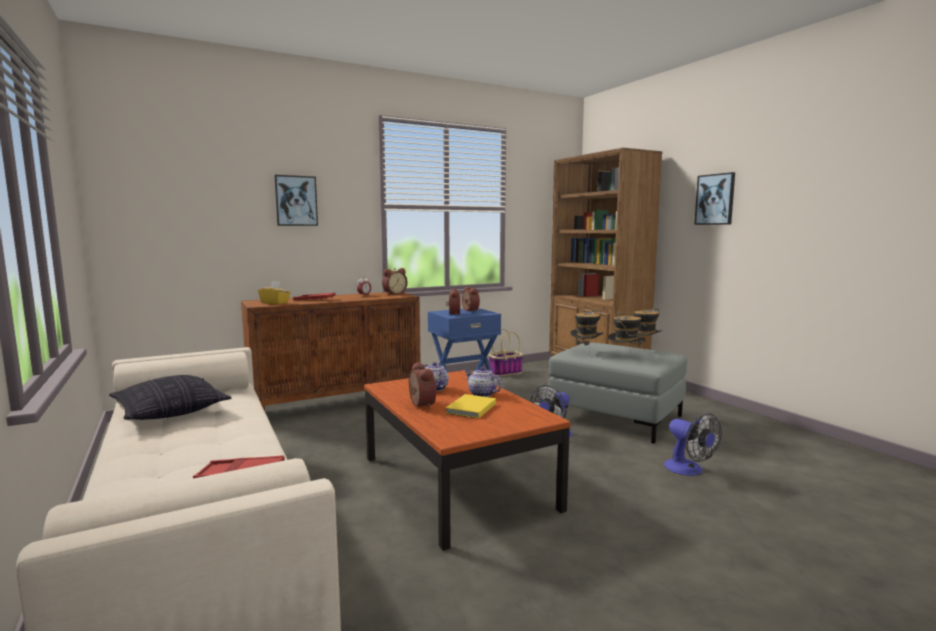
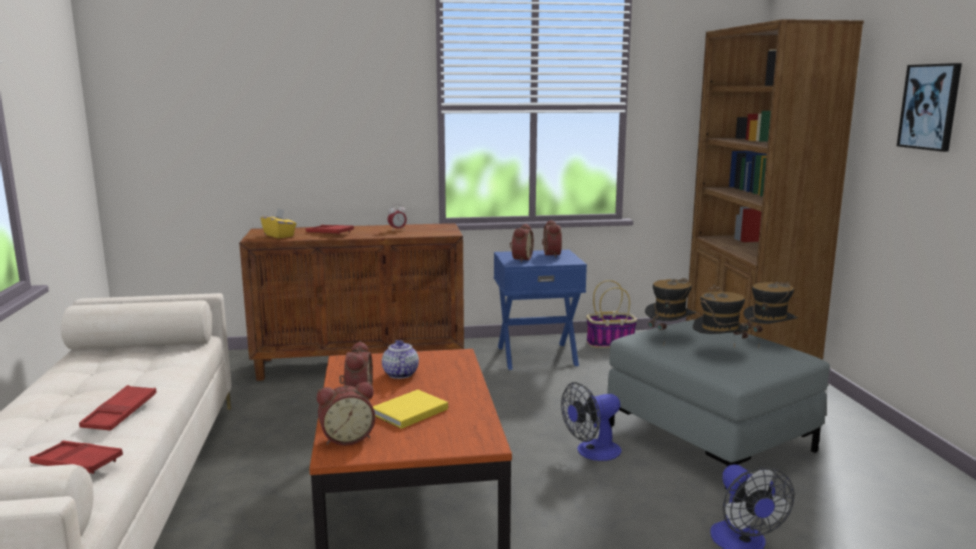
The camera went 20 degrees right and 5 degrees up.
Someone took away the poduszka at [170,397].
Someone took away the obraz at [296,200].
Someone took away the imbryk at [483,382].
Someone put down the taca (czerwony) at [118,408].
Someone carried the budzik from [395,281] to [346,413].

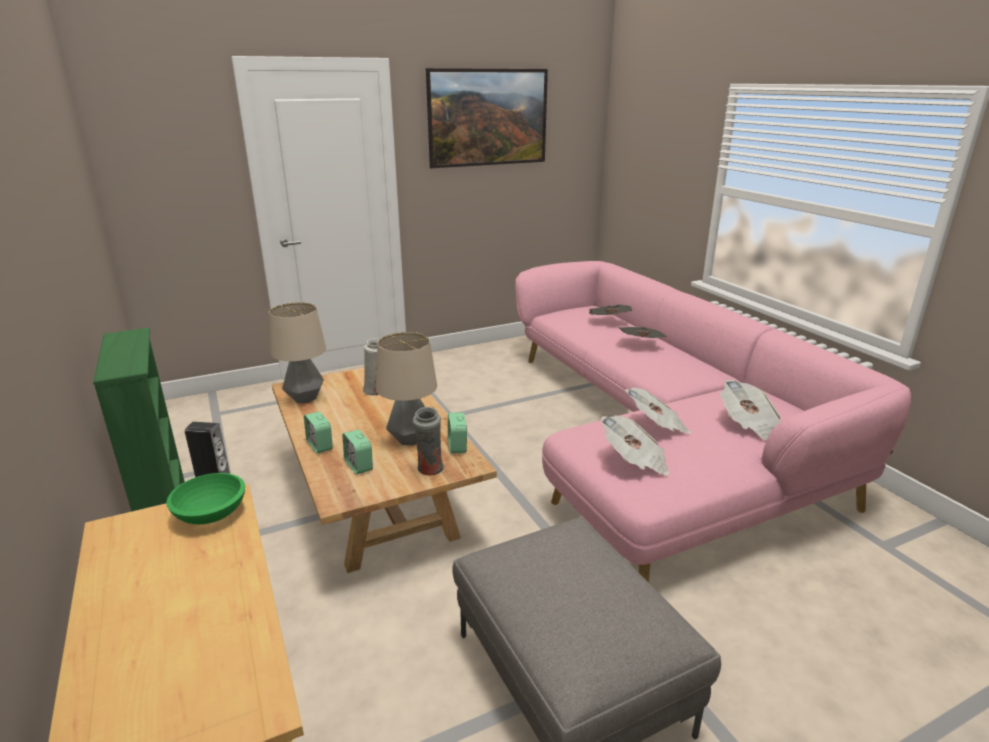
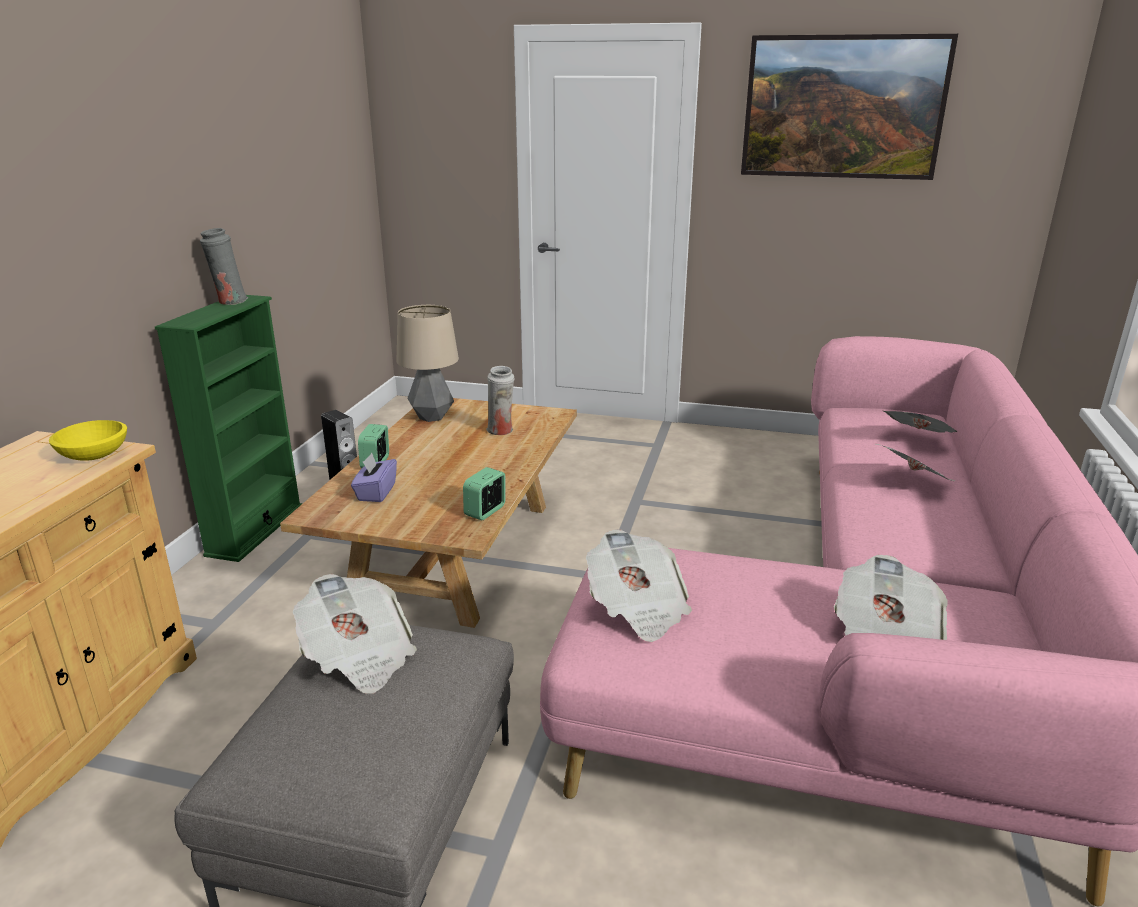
The camera went 40 degrees right and 0 degrees up.
Someone took away the lampa stołowa at [406,389].
Someone carried the wazon (szary) from [429,441] to [224,266].
Someone carried the gazeta from [658,411] to [355,634].
Someone swapped the budzik at [357,451] for the pudełko chusteczek (fioletowy) at [374,477].
Someone repainted the miska (zielony) at [205,498], which became the miska (żółty) at [88,440].

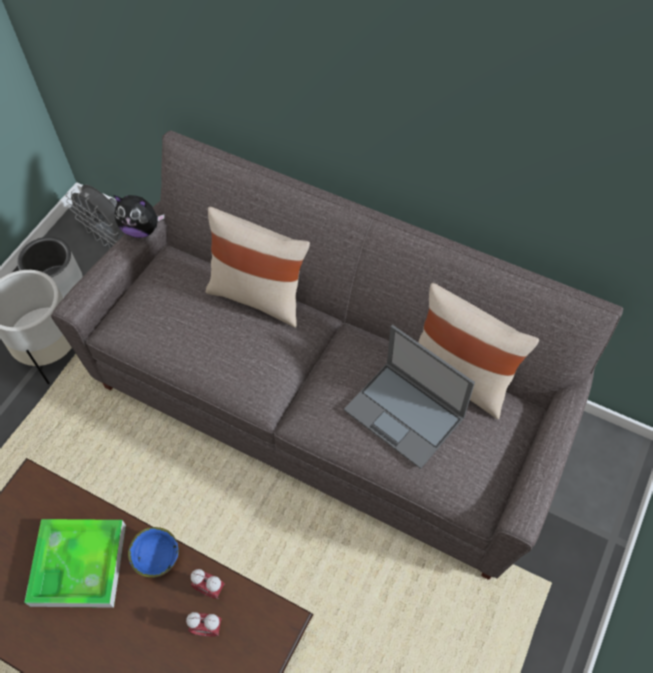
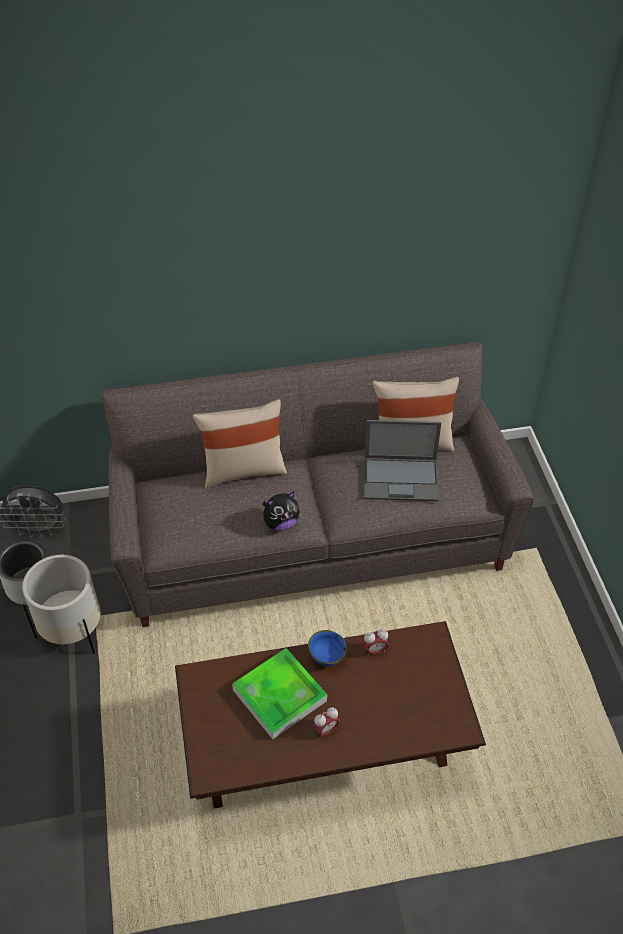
The camera went 40 degrees left and 10 degrees down.
Someone carried the pluszak from [139,216] to [281,511].
Someone carried the budzik from [204,624] to [326,722].

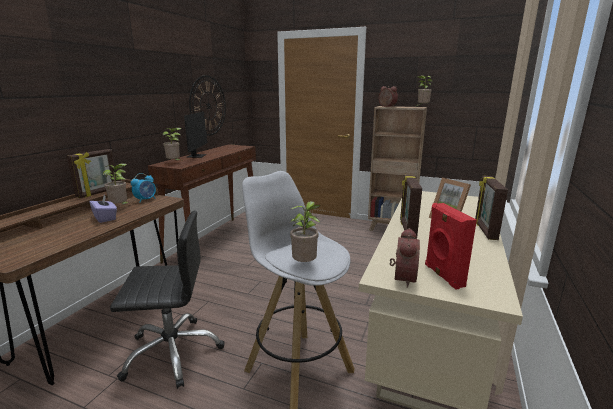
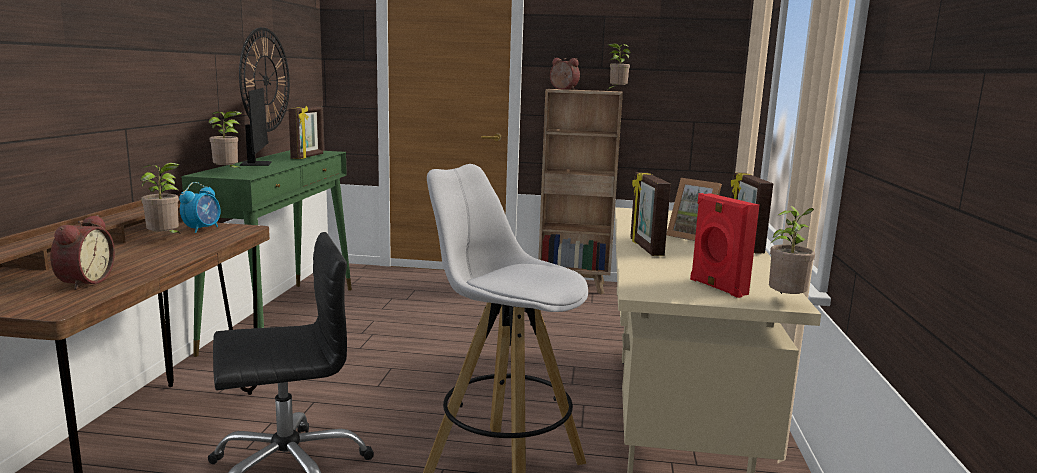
The camera went 15 degrees left and 5 degrees down.
Someone took away the pudełko chusteczek (fioletowy) at [103,209].
Someone carried the ramka na zdjęcie from [91,173] to [305,132].
Someone carried the roślina doniczkowa from [304,231] to [792,250].
Someone carried the budzik from [405,258] to [82,252].
Someone repainted the stolik konsolowy (brązowy) at [202,204], which became the stolik konsolowy (zielony) at [266,253].

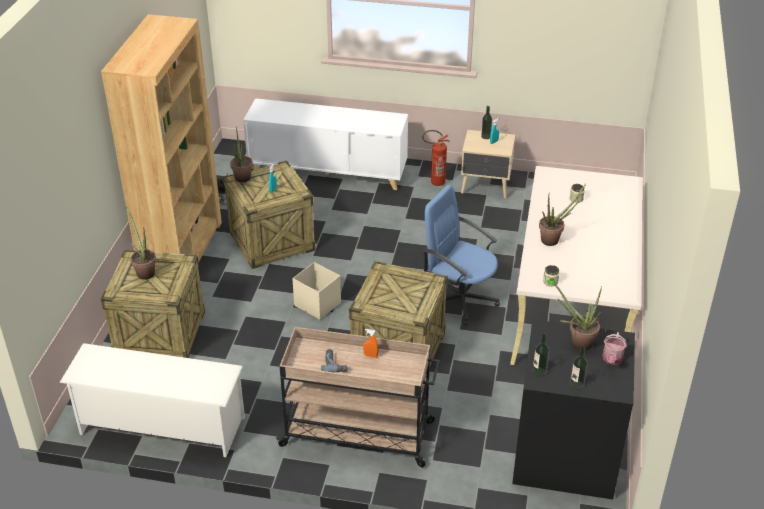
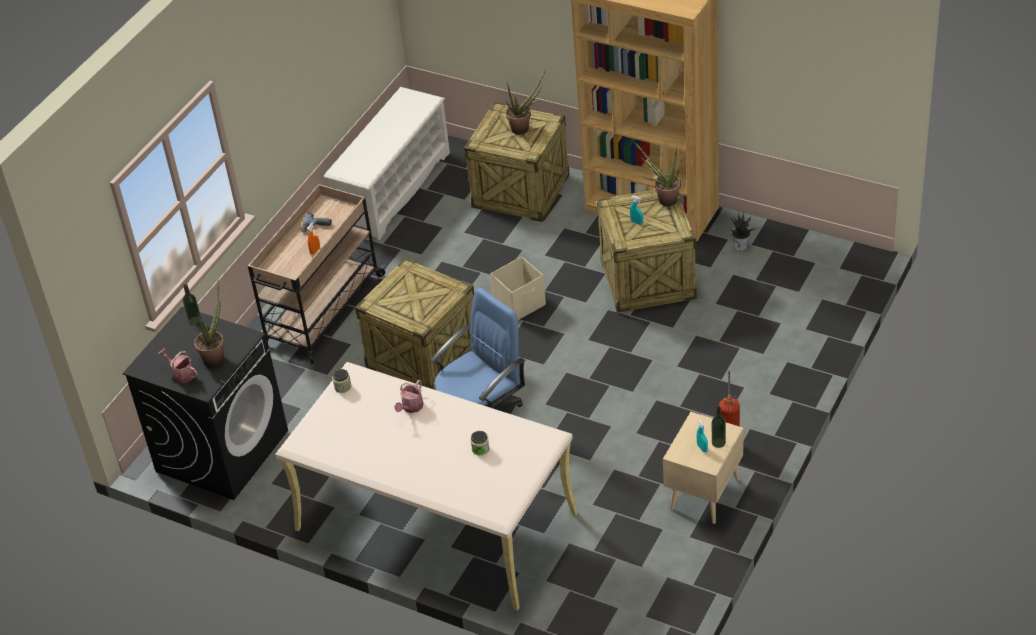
The camera went 110 degrees right and 5 degrees up.
Someone took away the szafka (biały) at [325,144].
Someone took away the butelka at [579,368].
Someone swapped the roślina doniczkowa at [562,214] for the konewka at [409,396].

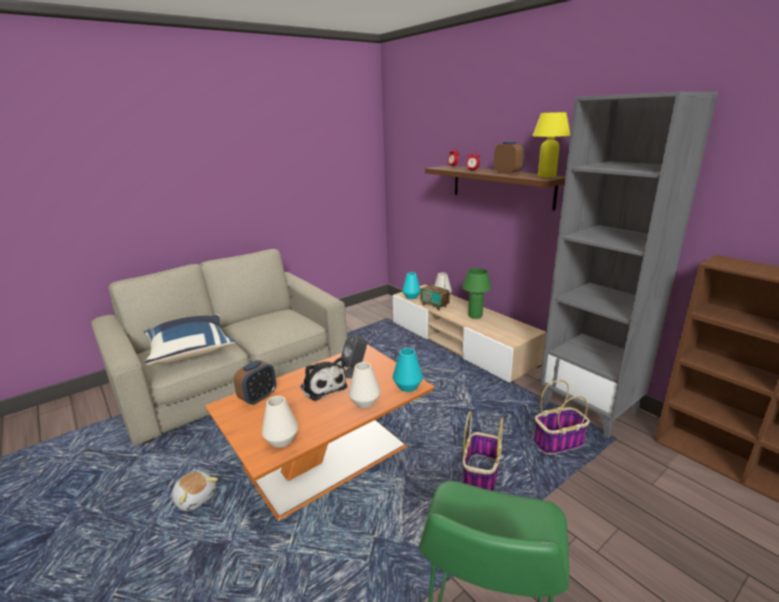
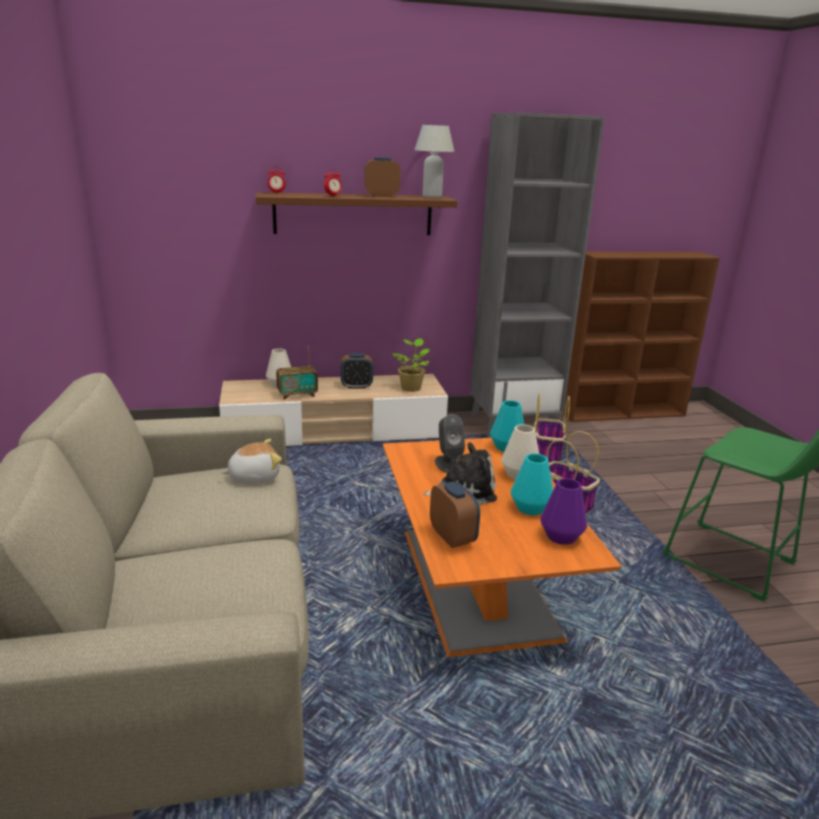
The camera went 65 degrees left and 0 degrees up.
Someone took away the poduszka (niebieski) at [189,340].
Someone put down the roślina doniczkowa at [411,365].
Someone carried the pluszak from [195,491] to [251,461].
Someone carried the wazon (turkusowy) from [411,285] to [532,484].
Someone swapped the lampa stołowa (zielony) at [477,293] for the budzik at [357,371].
Someone repainted the wazon (biały) at [280,422], which became the wazon (fioletowy) at [563,511].
Someone repainted the lampa stołowa (żółty) at [551,145], which became the lampa stołowa (biały) at [434,161].

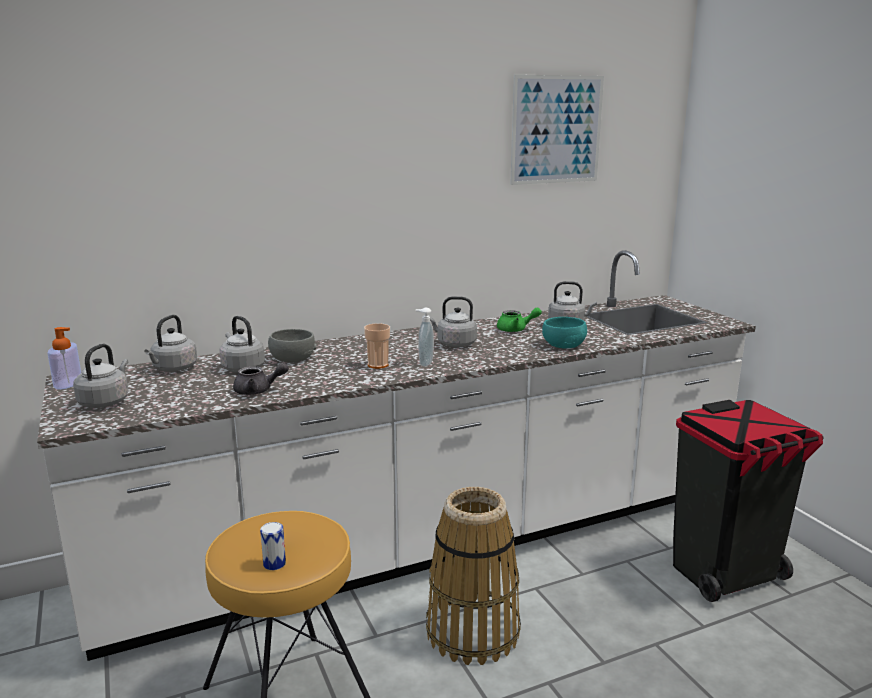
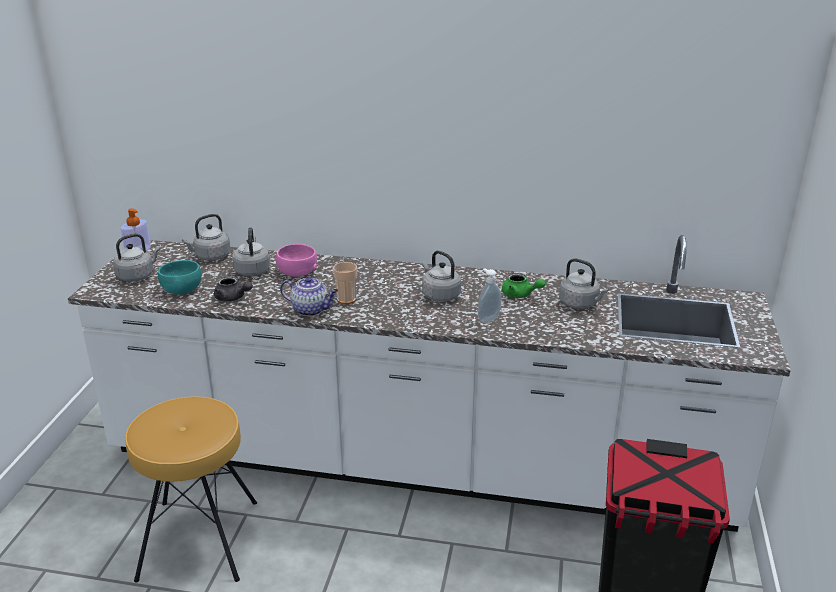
The camera went 35 degrees right and 10 degrees up.
Someone took away the puszka at [273,546].
Someone took away the koszyk at [473,576].
Someone took away the obraz at [557,130].
Someone put down the imbryk at [309,296].
Someone carried the dozownik mydła from [425,337] to [489,295].
Someone carried the miska (turkusowy) from [564,333] to [180,277].
Someone repainted the miska (szary) at [292,346], which became the miska (różowy) at [296,260].

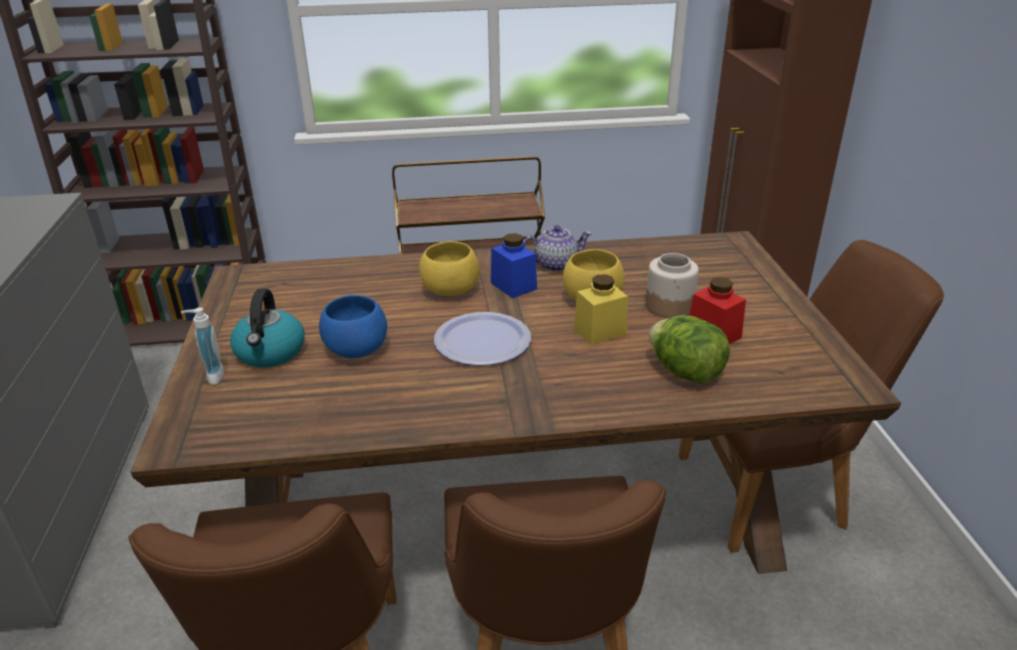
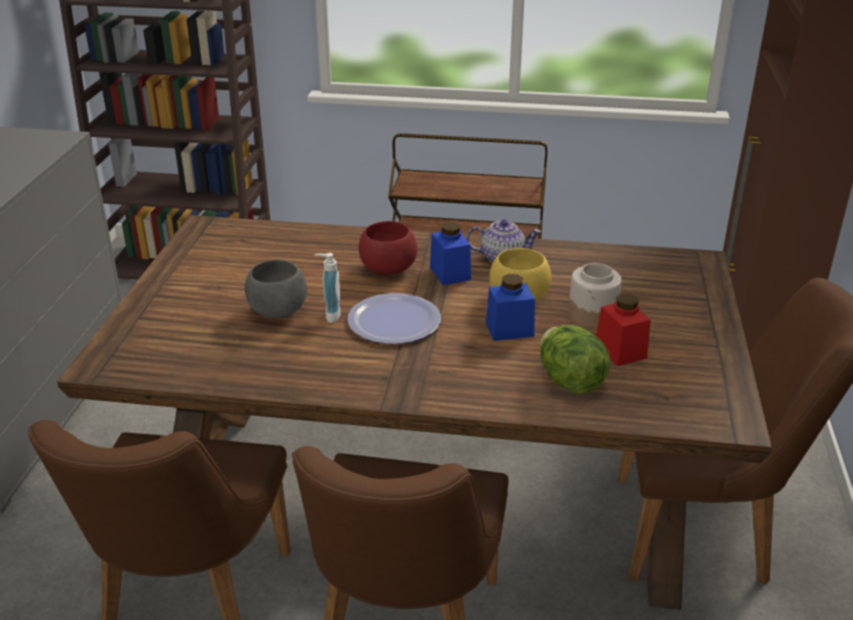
The camera went 15 degrees right and 0 degrees up.
Someone took away the czajnik at [267,328].
Someone carried the dozownik mydła from [202,346] to [327,288].
Someone repainted the miska (niebieski) at [353,326], which became the miska (szary) at [276,288].
Someone repainted the miska (żółty) at [449,268], which became the miska (czerwony) at [388,248].
Someone repainted the słoik (żółty) at [601,309], which became the słoik (niebieski) at [510,307].

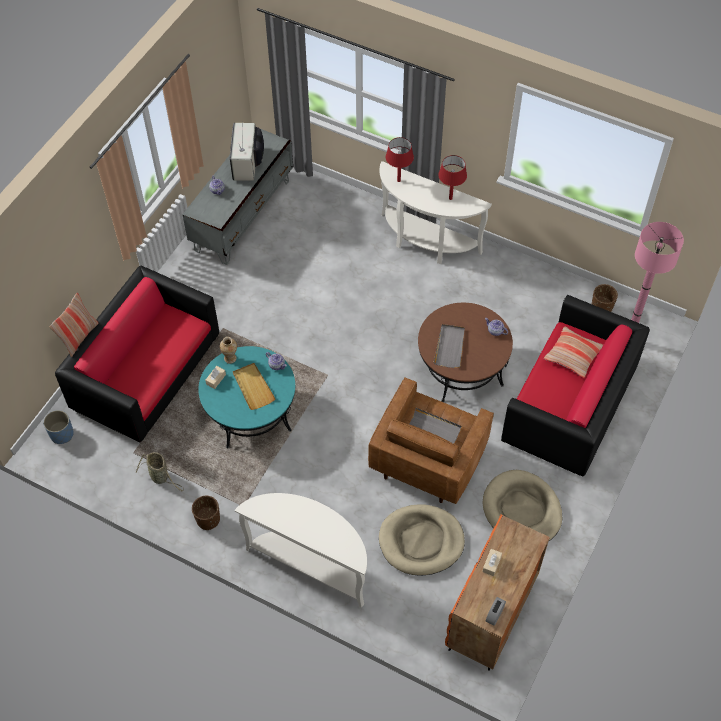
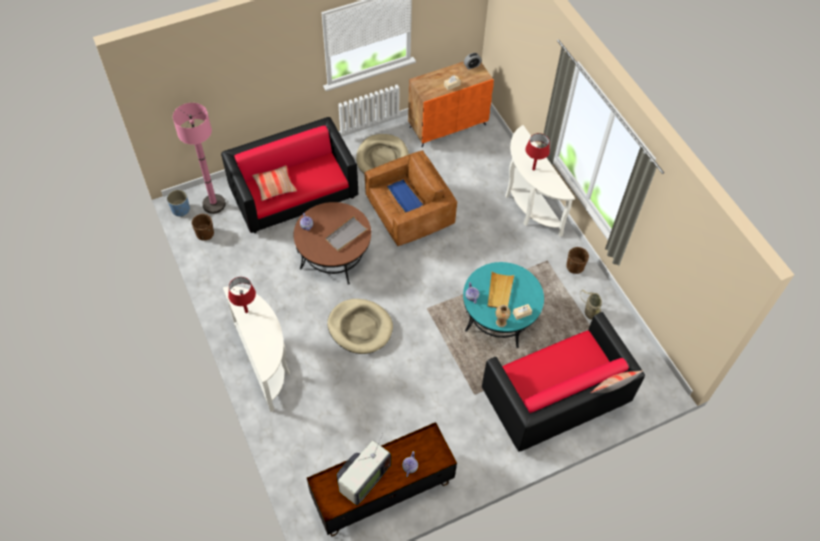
The camera went 145 degrees left and 0 degrees up.
Someone carried the donica (niebieski) from [58,427] to [178,203].
Someone carried the legowisko (beżowy) from [422,539] to [360,326].
Someone carried the lampa stołowa (czerwony) from [400,159] to [537,152].
Someone repainted the szafka pod telewizor (szary) at [237,197], which became the szafka pod telewizor (brązowy) at [382,479].
Someone repainted the taca (szary) at [435,426], which became the taca (niebieski) at [405,196].

